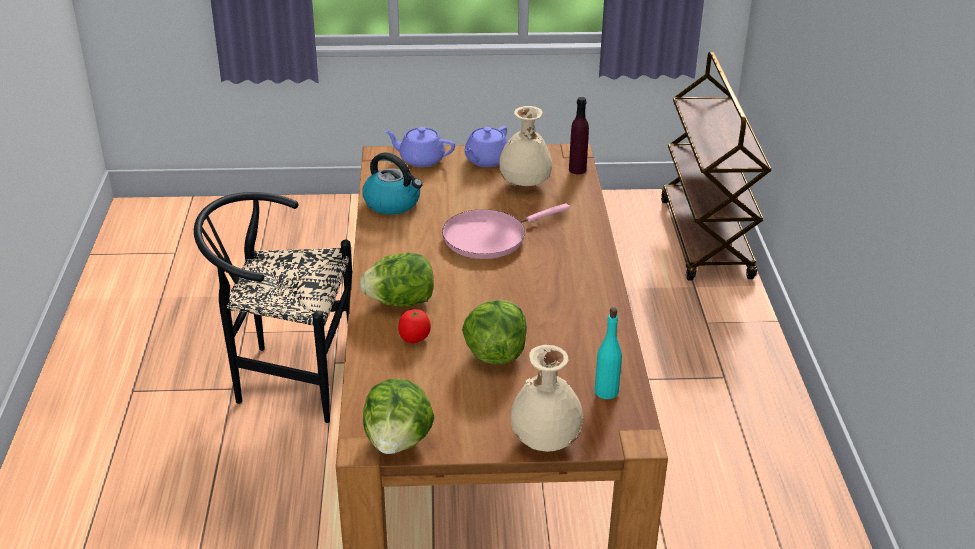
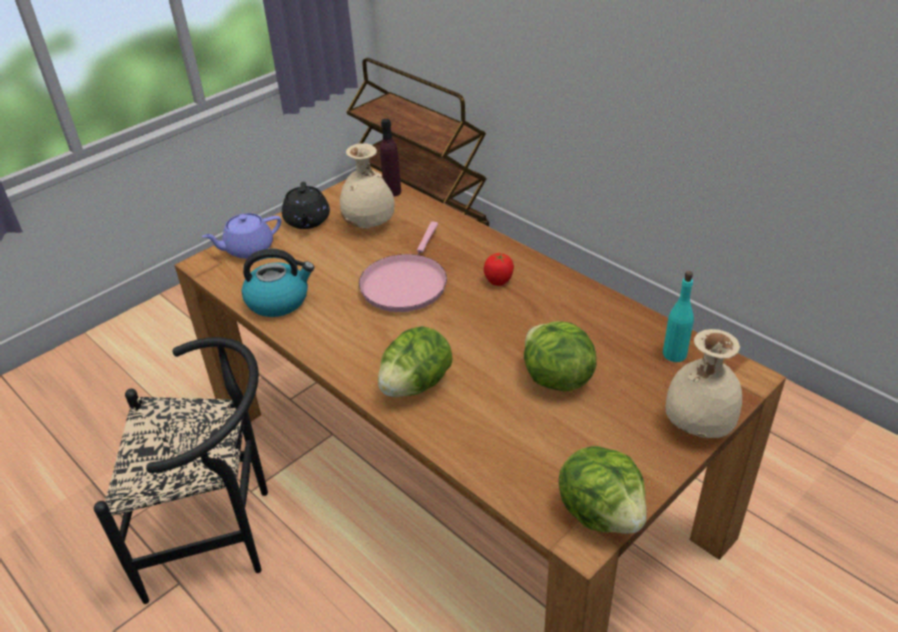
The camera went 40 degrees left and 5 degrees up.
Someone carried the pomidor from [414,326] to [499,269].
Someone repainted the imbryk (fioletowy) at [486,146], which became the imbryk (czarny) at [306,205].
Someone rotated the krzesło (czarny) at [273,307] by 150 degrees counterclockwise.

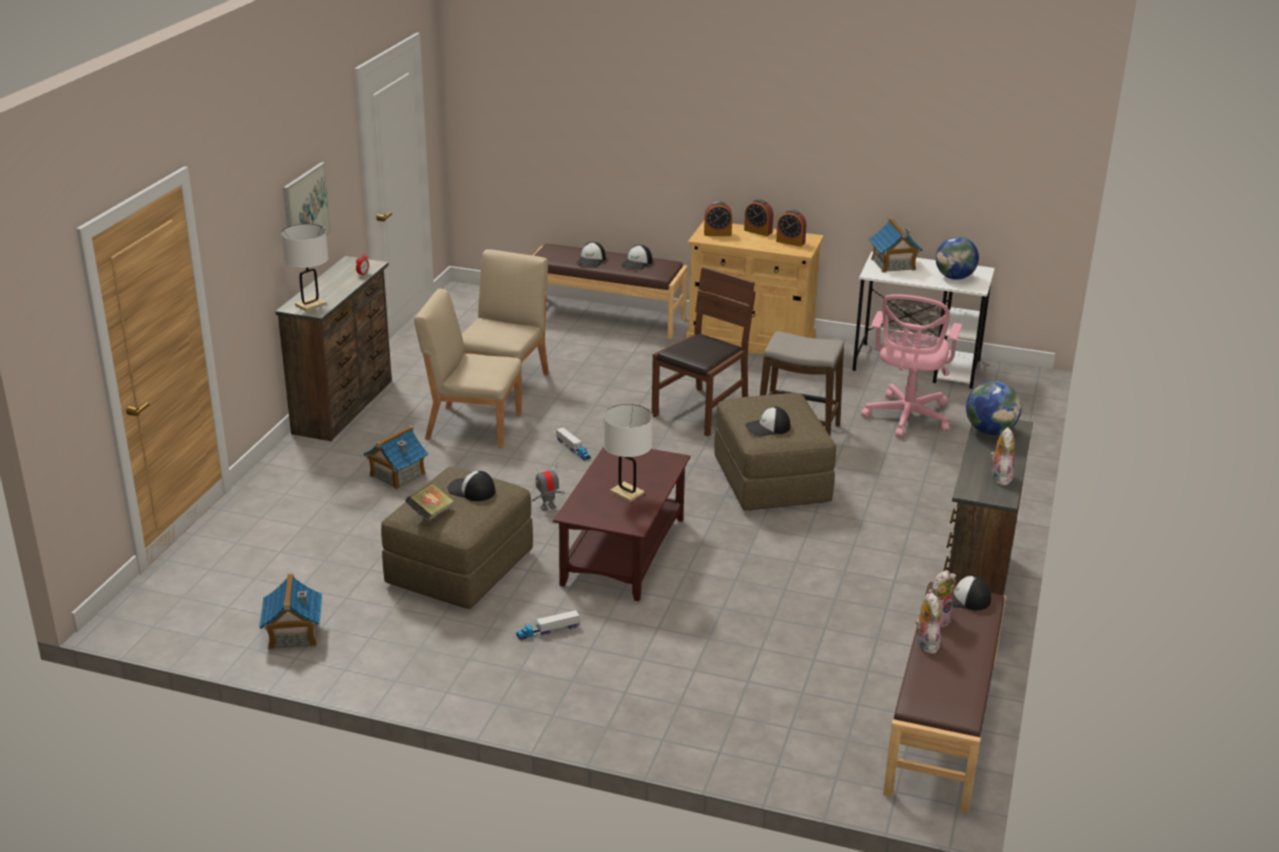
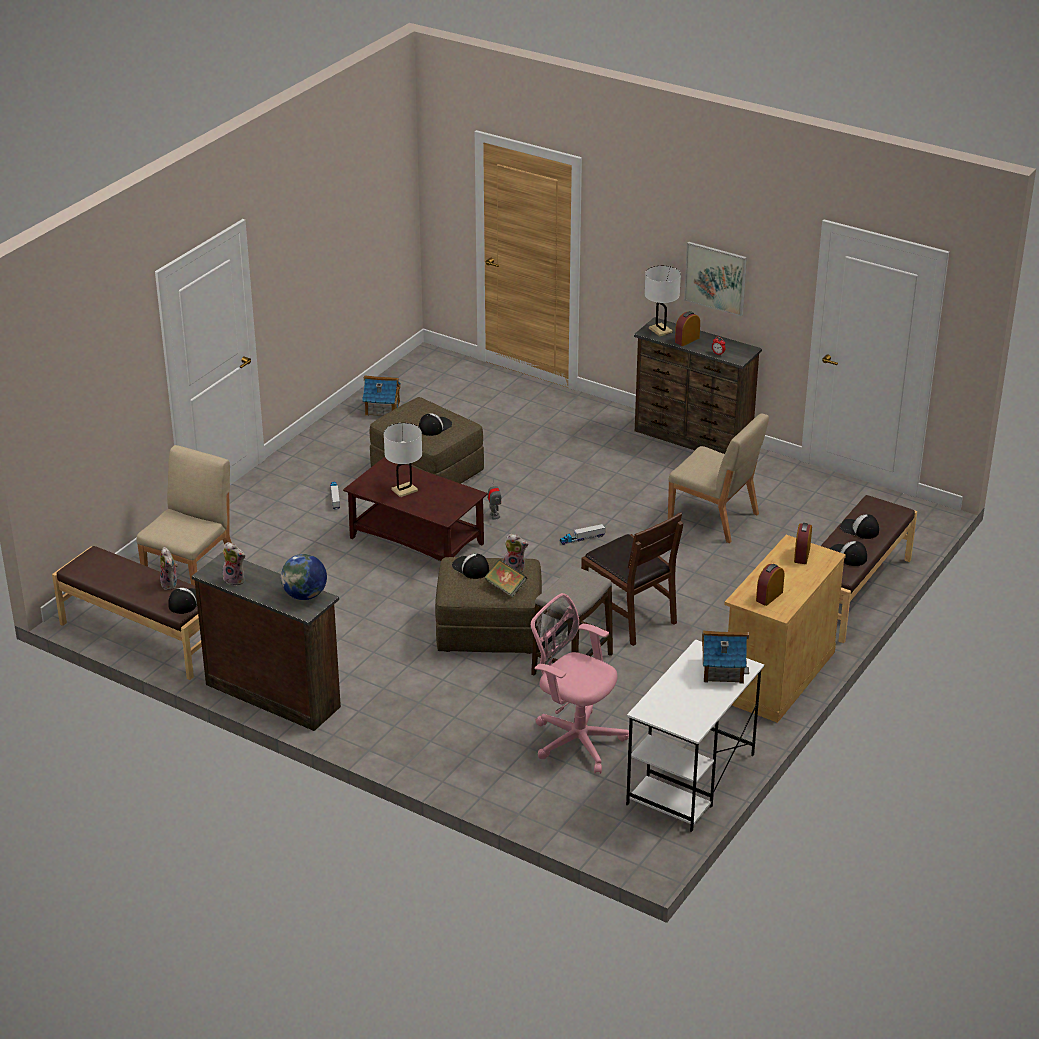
The camera went 105 degrees right and 5 degrees up.
Someone took away the domek at [396,457].
Someone took away the globus at [957,258].
Someone carried the książka from [429,502] to [505,578].
Someone carried the krzesło (beżowy) from [468,369] to [184,515].
Someone carried the budzik from [758,217] to [687,328].
Someone carried the pluszak from [928,623] to [516,553].
Someone rotated the czapka z daszkiem at [767,421] by 45 degrees counterclockwise.

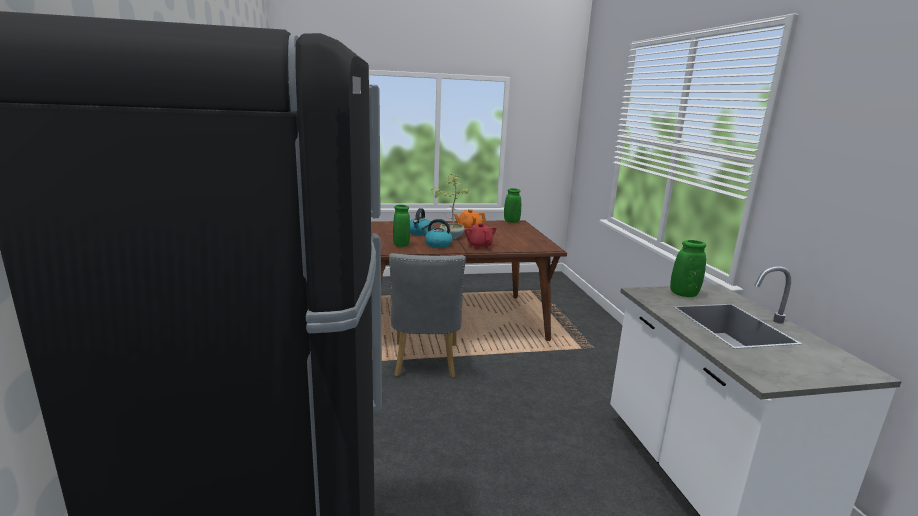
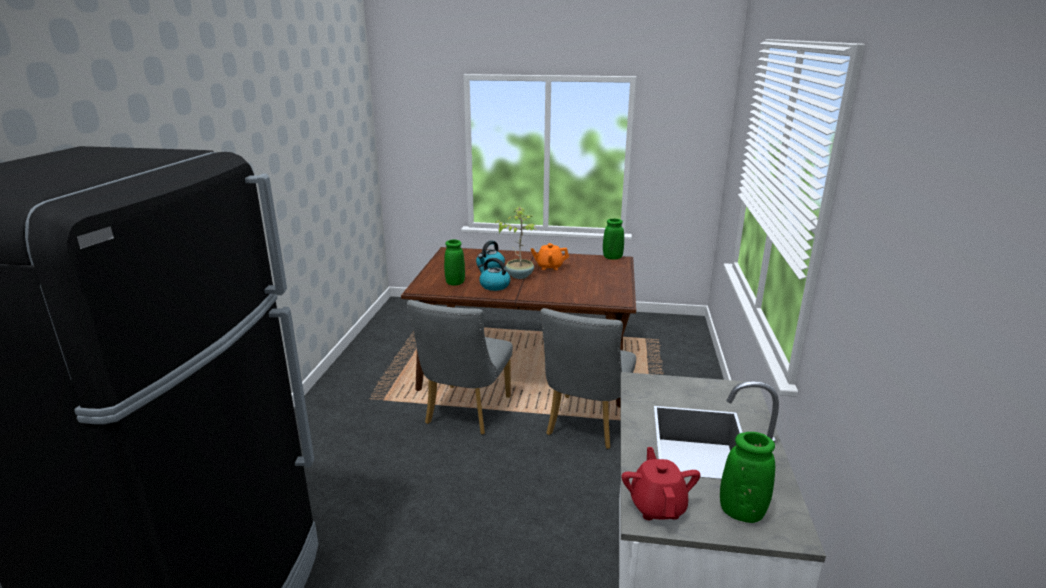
The camera went 20 degrees right and 5 degrees up.
Someone put down the krzesło (szary) at [588,378].
Someone carried the imbryk (czerwony) from [480,236] to [661,483].
Someone carried the wazon (zielony) from [688,268] to [747,477].

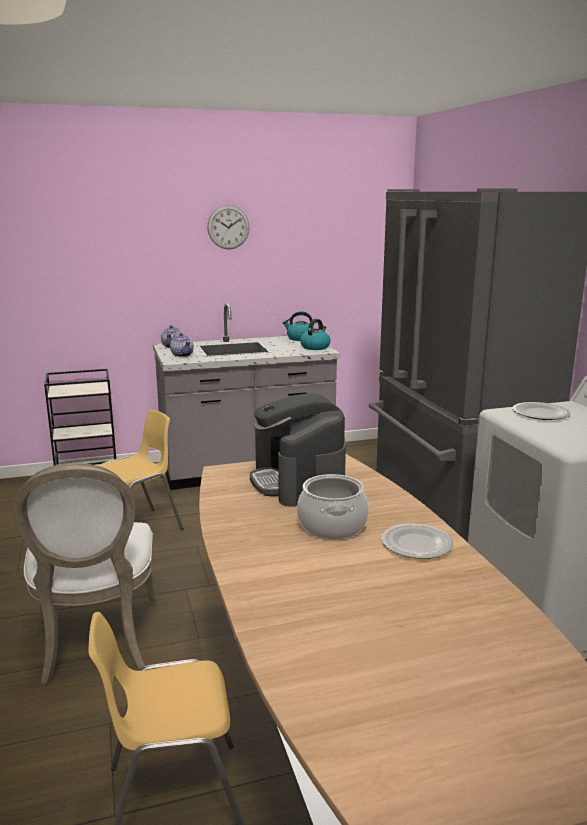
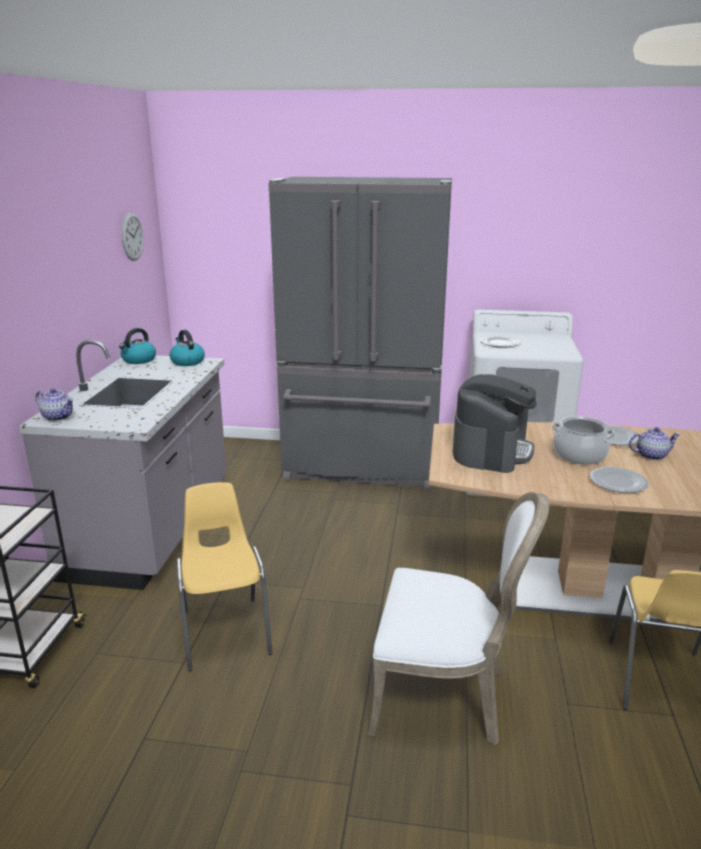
The camera went 65 degrees left and 5 degrees up.
Someone put down the talerz at [619,480].
Someone carried the imbryk from [182,345] to [655,443].
Someone carried the zegar ścienny from [228,227] to [132,237].
Someone rotated the ekspres do kawy at [298,450] by 75 degrees counterclockwise.

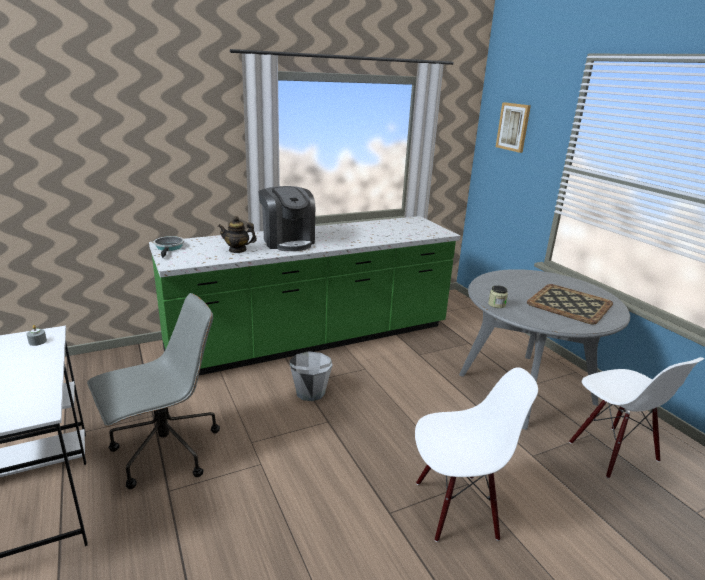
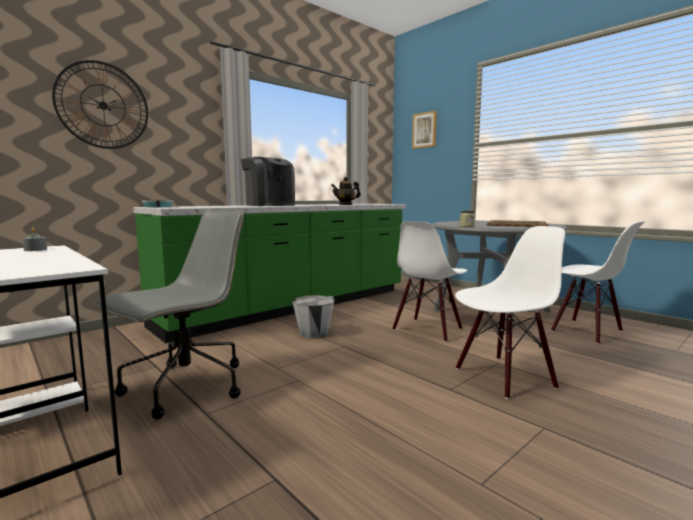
The camera went 15 degrees left and 15 degrees down.
Someone put up the zegar ścienny at [100,104].
Someone put down the krzesło (biały) at [429,281].
Someone carried the imbryk from [237,234] to [346,191].

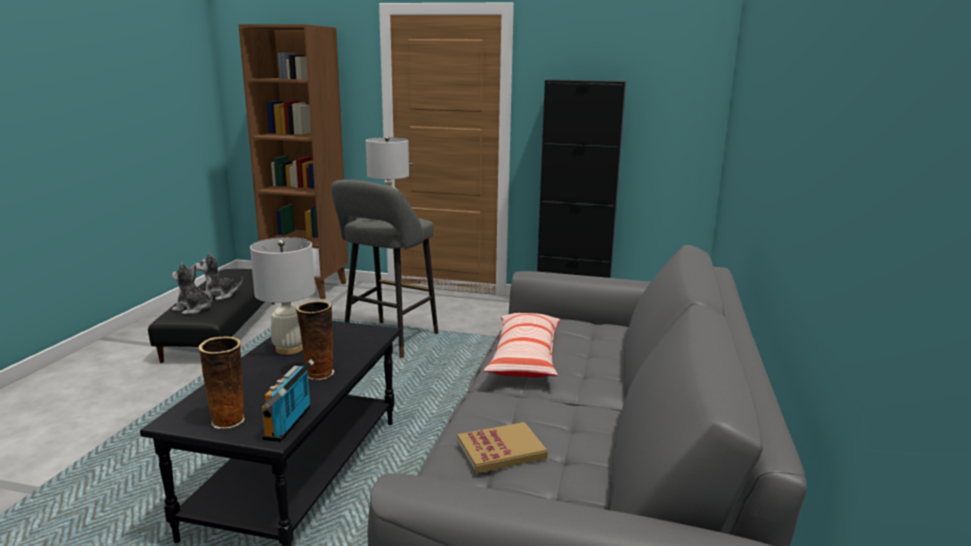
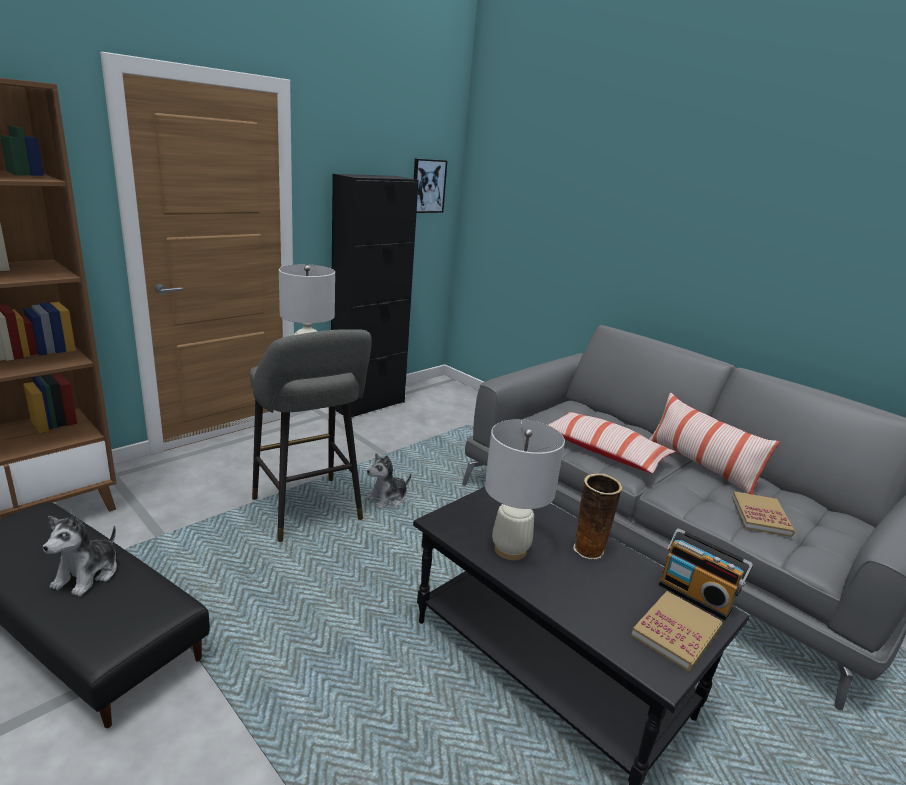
The camera went 60 degrees left and 5 degrees up.
Someone put up the obraz at [430,186].
Someone put down the poduszka at [714,443].
Someone carried the pluszak from [192,288] to [388,481].
Someone swapped the wazon at [222,382] for the książka at [677,631].

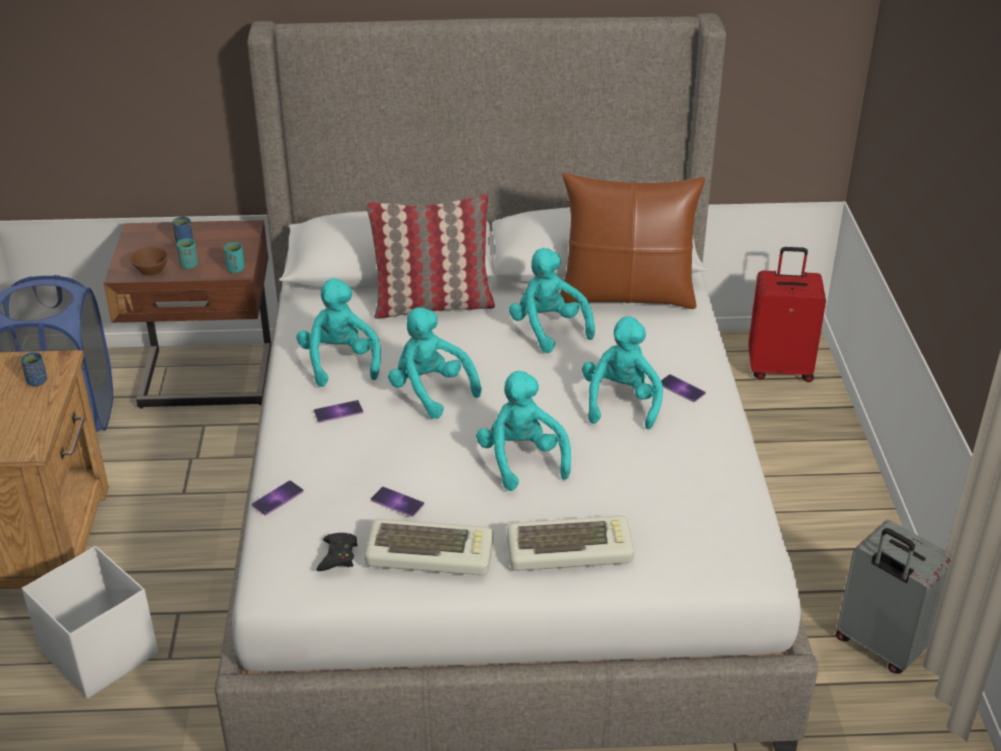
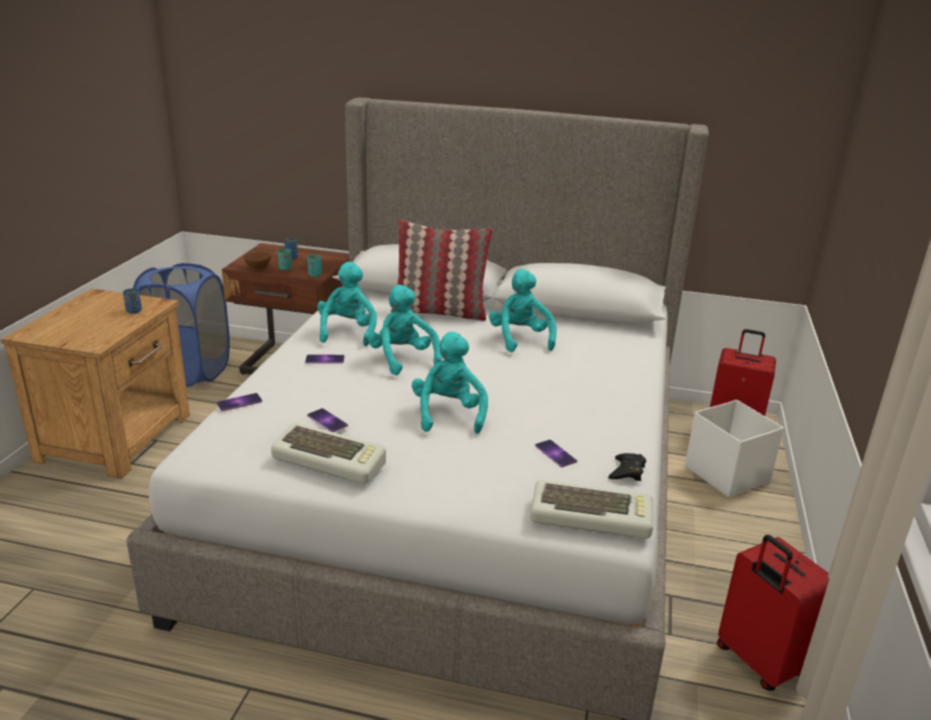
The camera went 15 degrees right and 10 degrees down.
Someone took away the poduszka (brązowy) at [632,241].
Someone took away the pluszak (turkusowy) at [622,372].
Someone carried the pojemnik do przechowywania (biały) from [90,622] to [734,449].
Someone carried the pad do gier (czarny) from [336,552] to [627,467].
Someone carried the klawiatura from [570,543] to [591,509].
Someone carried the telefon from [683,388] to [556,453].
Someone repainted the walizka (szary) at [893,597], which became the walizka (czerwony) at [773,613].

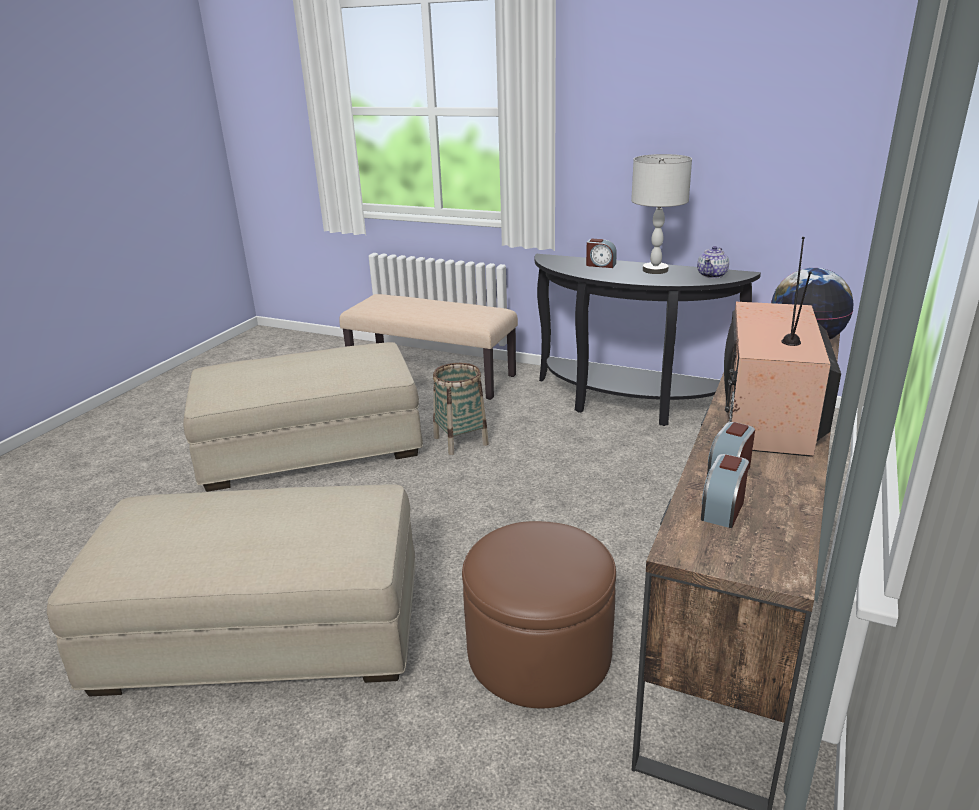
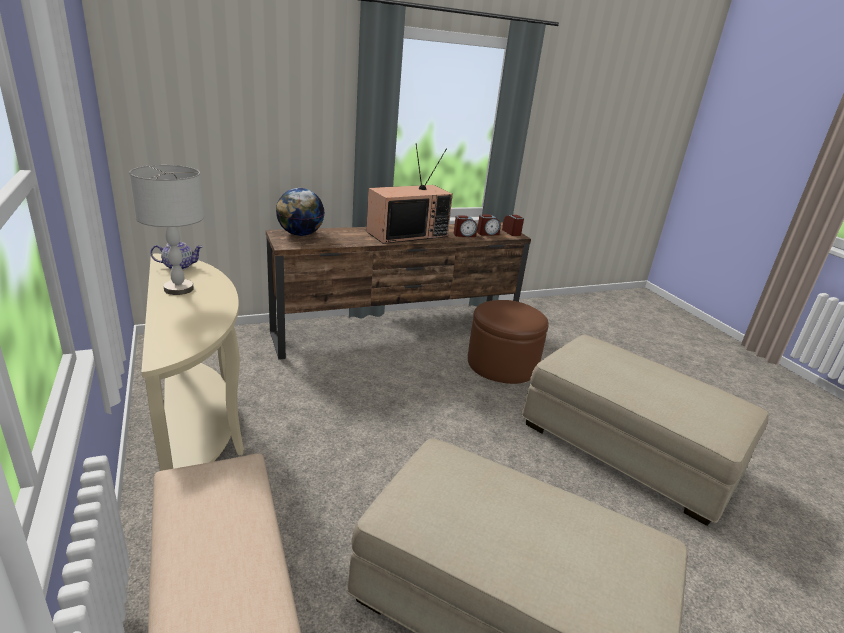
The camera went 140 degrees left and 0 degrees up.
Someone took away the koszyk at [461,409].
Someone carried the budzik from [601,253] to [513,225].
Someone repainted the stolik konsolowy (czarny) at [648,340], which became the stolik konsolowy (beżowy) at [192,362].

